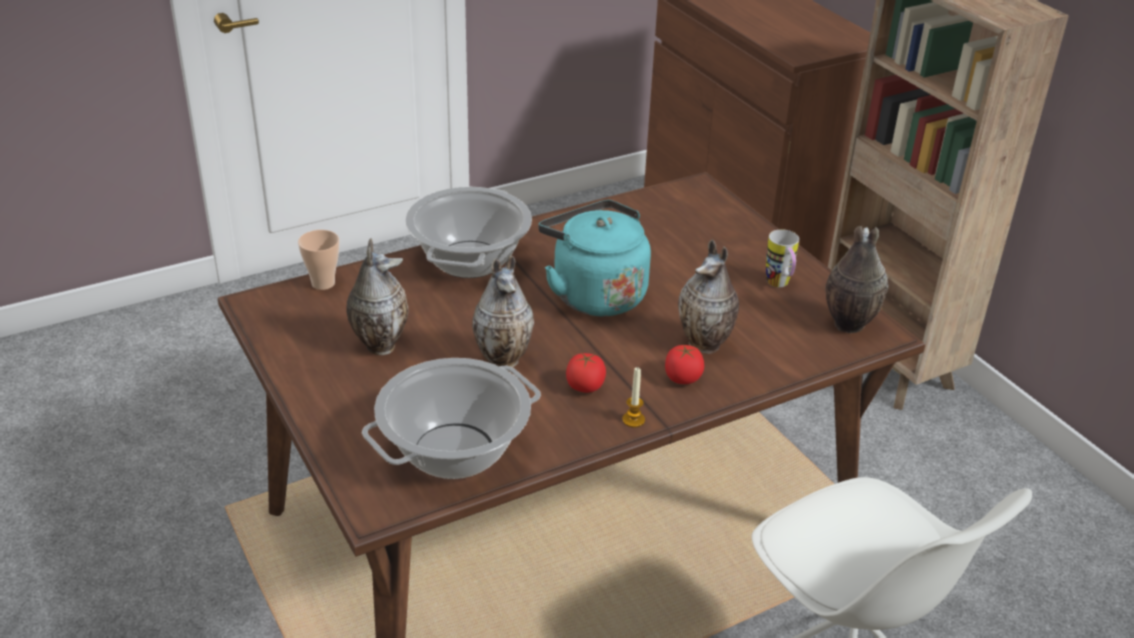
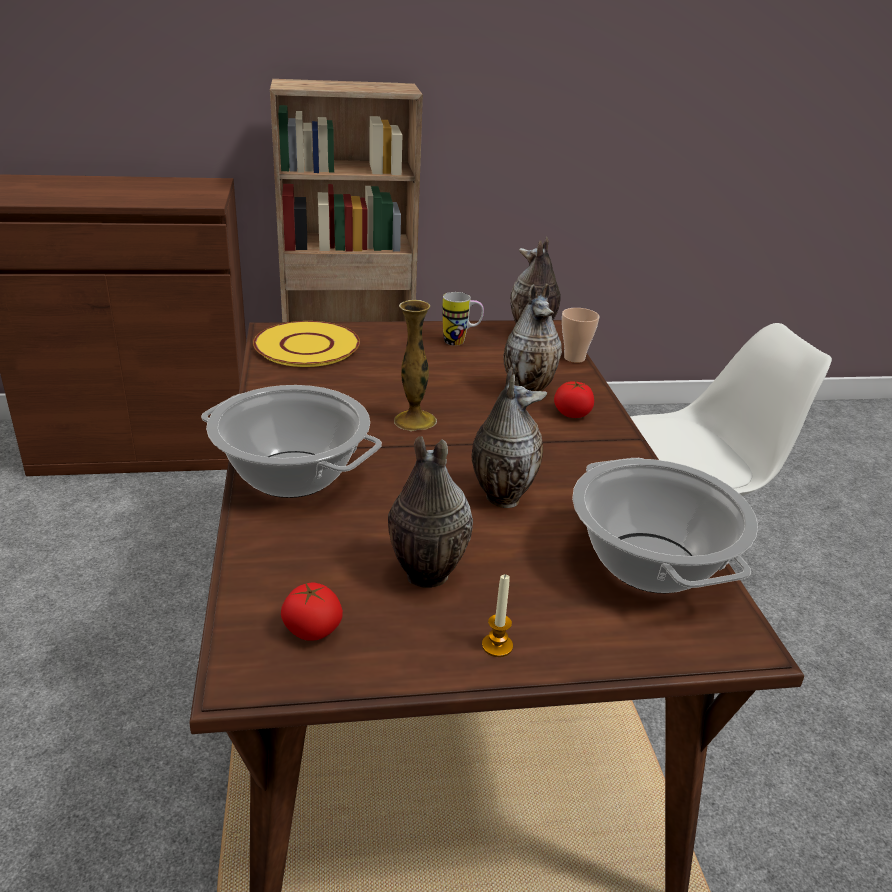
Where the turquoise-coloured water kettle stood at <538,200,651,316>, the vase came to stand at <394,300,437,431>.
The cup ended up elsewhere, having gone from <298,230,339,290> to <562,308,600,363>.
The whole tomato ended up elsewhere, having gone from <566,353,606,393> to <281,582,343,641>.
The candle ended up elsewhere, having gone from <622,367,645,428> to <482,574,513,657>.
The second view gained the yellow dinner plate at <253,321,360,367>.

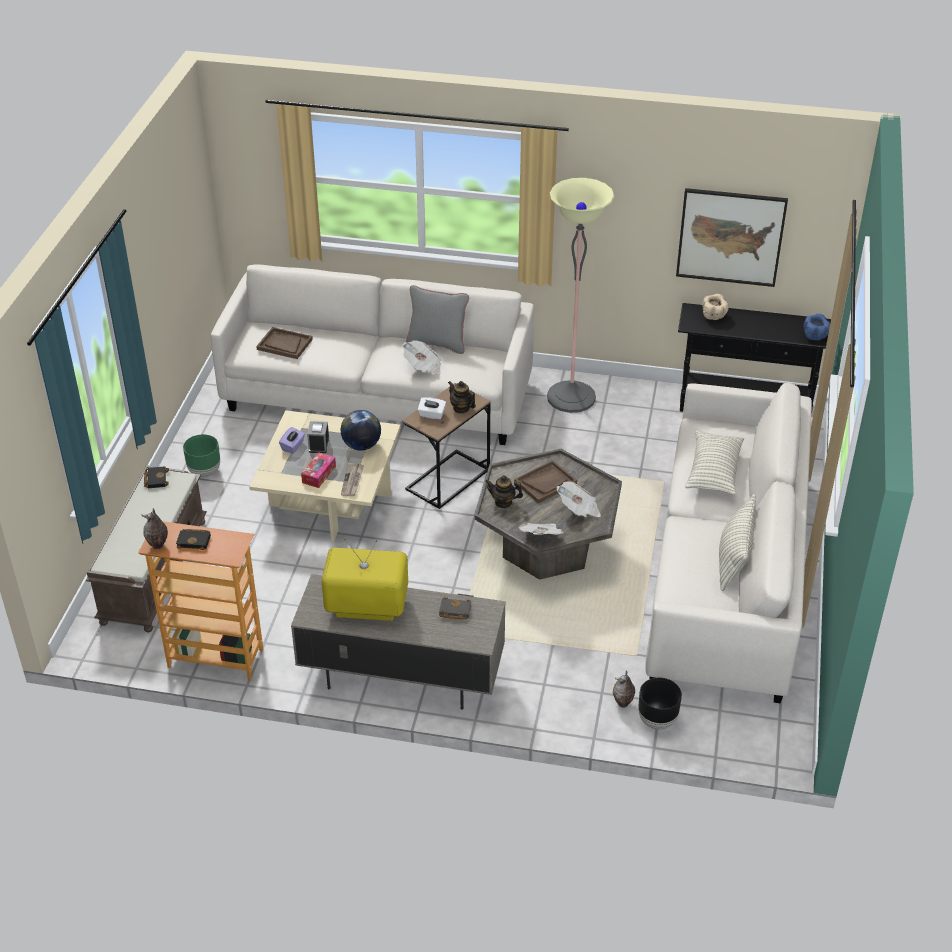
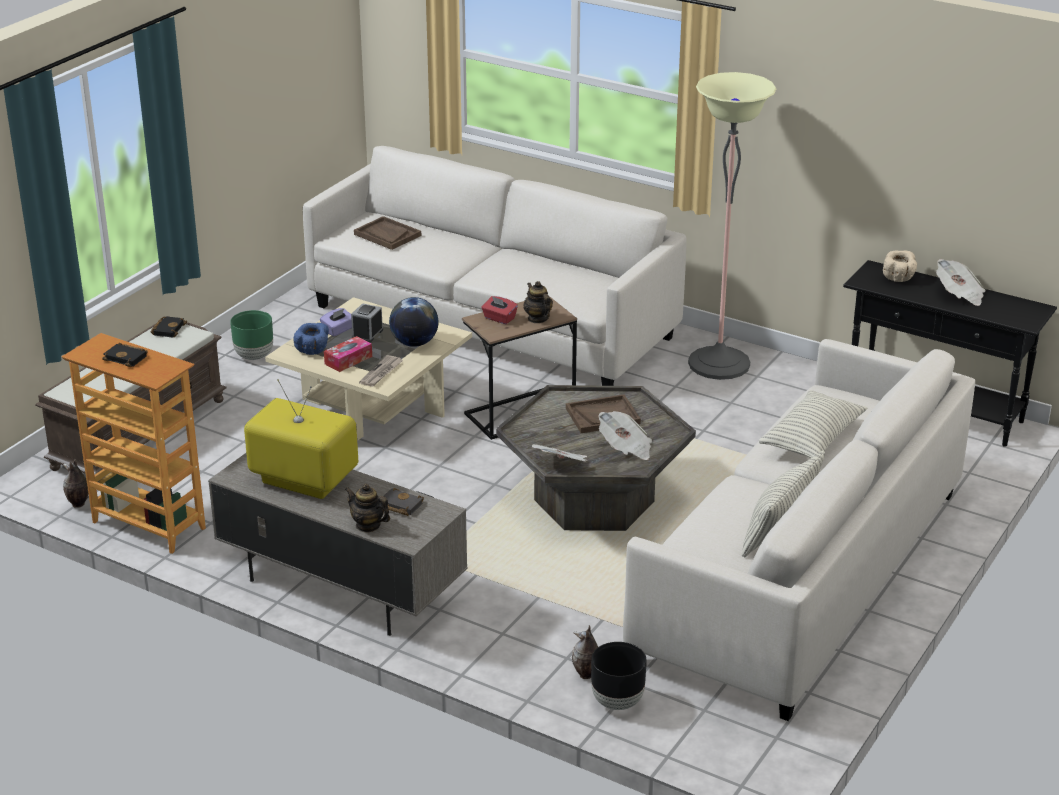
The second view lost the picture at <676,188,788,287>.
The second view lost the grey throw pillow at <406,285,469,354>.
The blue-coloured deep dish ended up elsewhere, having gone from <804,314,830,341> to <294,323,329,355>.
The printed paper ended up elsewhere, having gone from <402,340,442,375> to <936,259,986,306>.
What was the whitish box of tissues at <418,397,446,420> turned into the red box of tissues at <482,296,518,324>.
The pot for tea ended up elsewhere, having gone from <485,475,523,508> to <345,484,390,533>.
The vase ended up elsewhere, having gone from <142,508,168,549> to <63,459,89,508>.

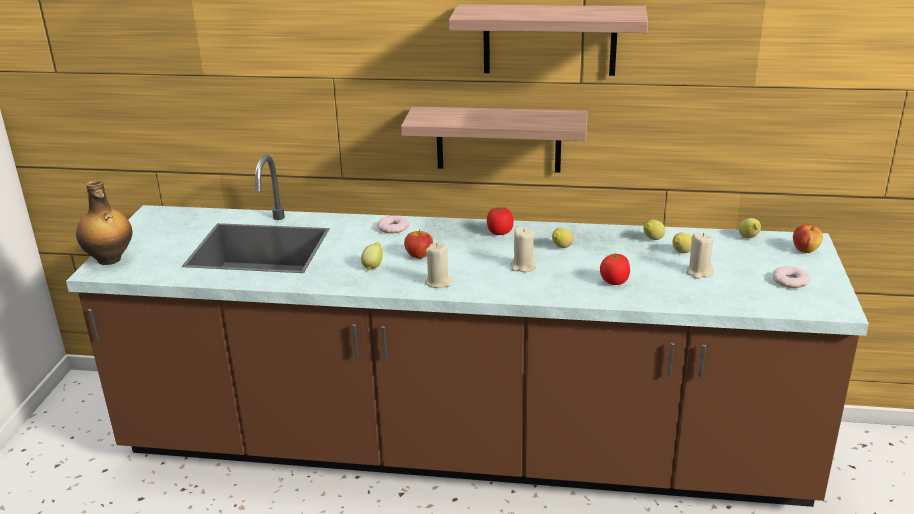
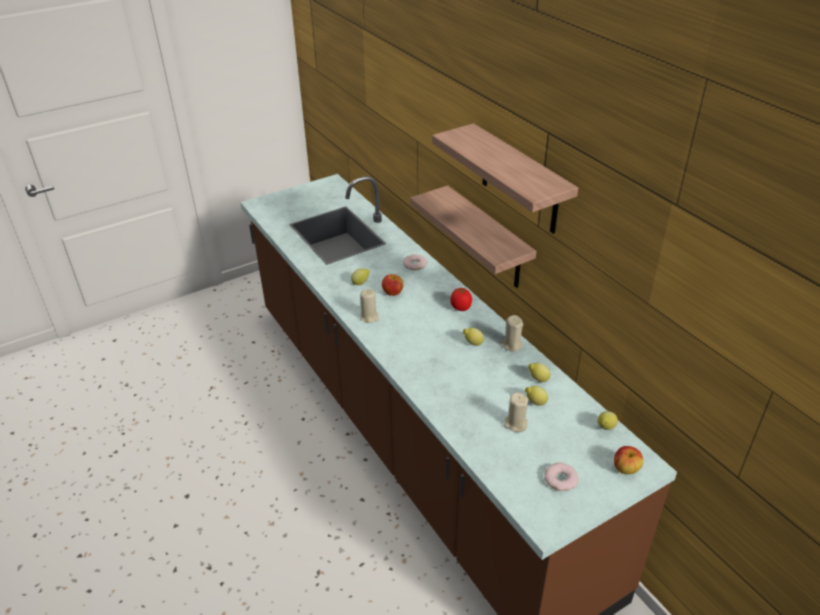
The second view lost the bottle at <76,180,132,265>.
The sand-coloured candle ended up elsewhere, having gone from <510,227,536,272> to <501,315,523,351>.
The second view lost the whole tomato at <600,254,630,285>.

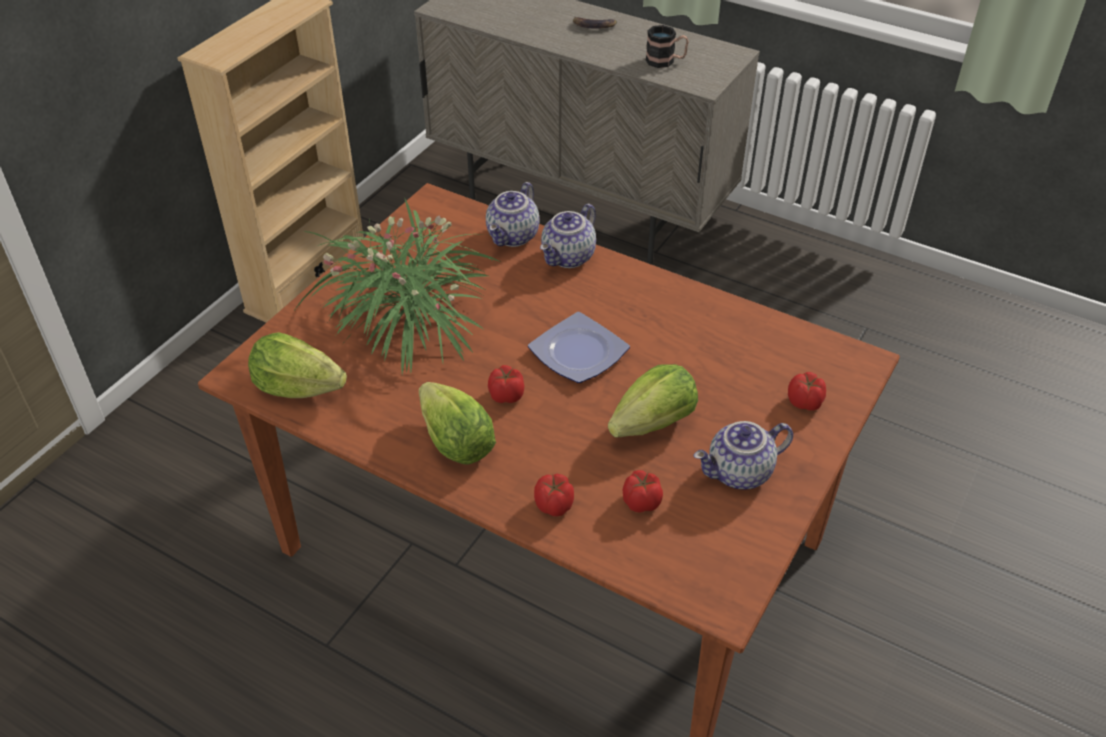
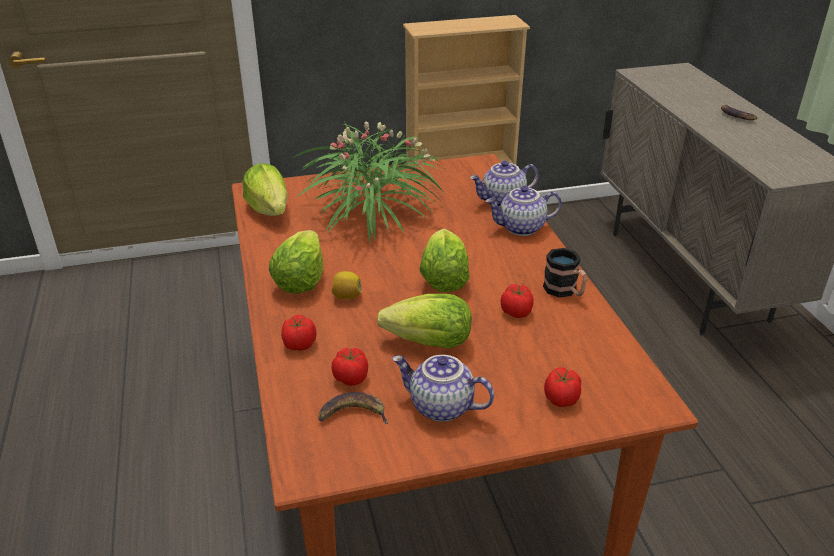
The tea mug ended up elsewhere, having gone from <645,25,689,68> to <543,248,587,297>.
Where the dinner plate stood at <528,312,630,383>, the head of lettuce came to stand at <420,228,470,292>.
The whole tomato ended up elsewhere, having gone from <488,365,524,403> to <500,284,533,318>.
The second view gained the lemon at <332,271,362,299>.
The second view gained the banana fruit at <318,392,388,424>.

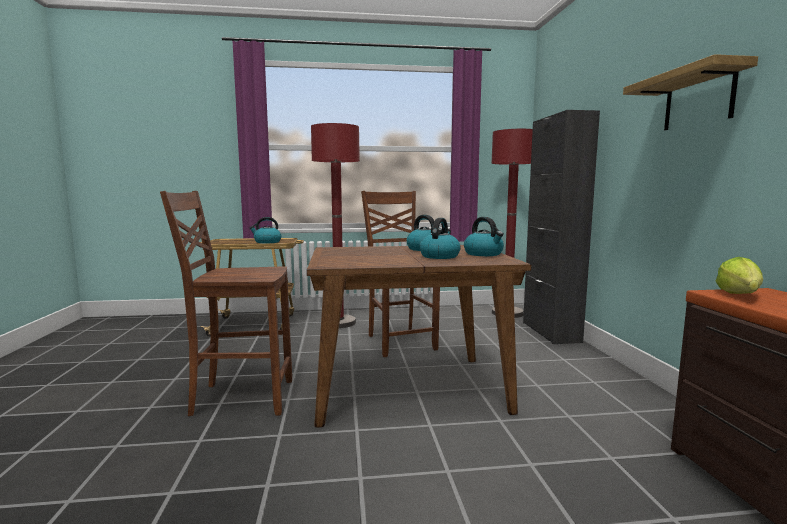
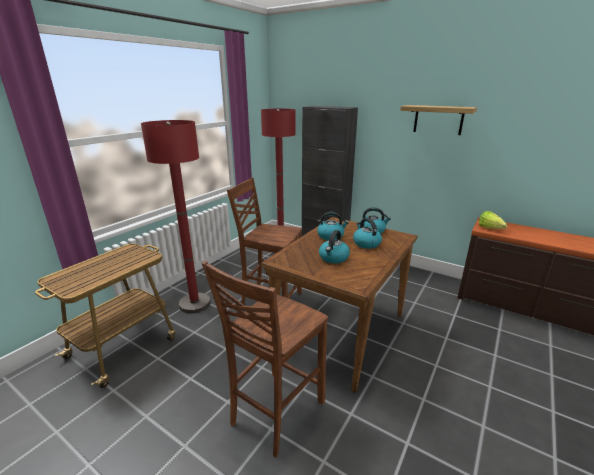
The water kettle ended up elsewhere, having gone from <249,217,281,244> to <319,230,350,264>.

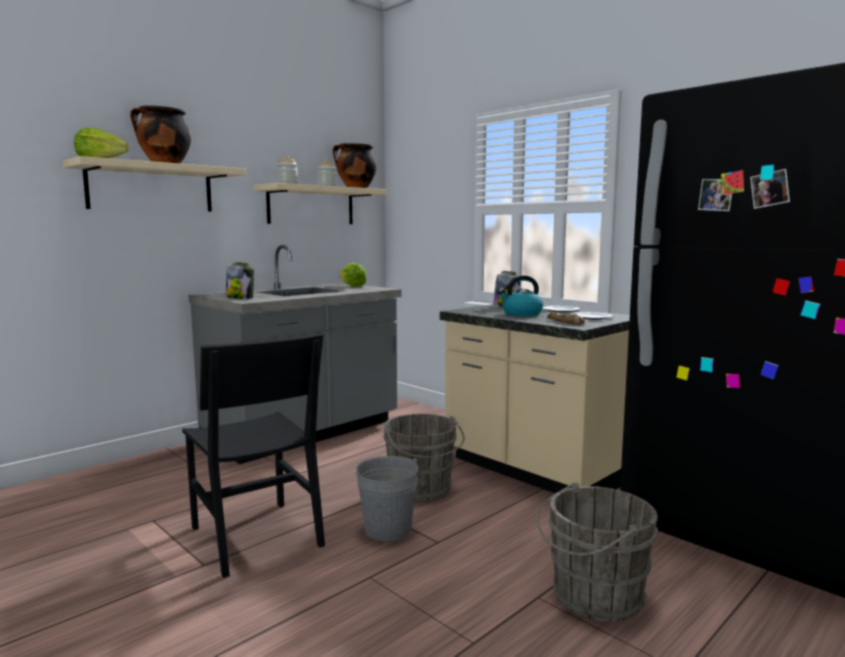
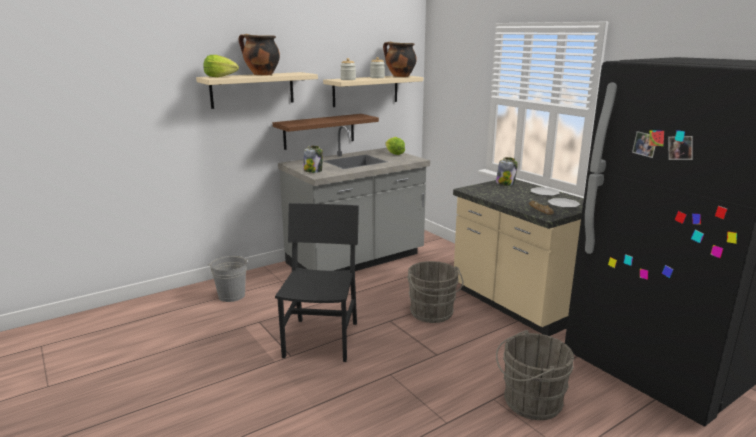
The second view lost the water kettle at <498,275,543,316>.
The blackish upright chair at <182,333,325,578> ended up facing another way, 150 degrees counterclockwise from before.
The grey pail ended up elsewhere, having gone from <353,456,418,541> to <208,256,248,302>.
The second view gained the brown-coloured shelf at <273,114,379,150>.

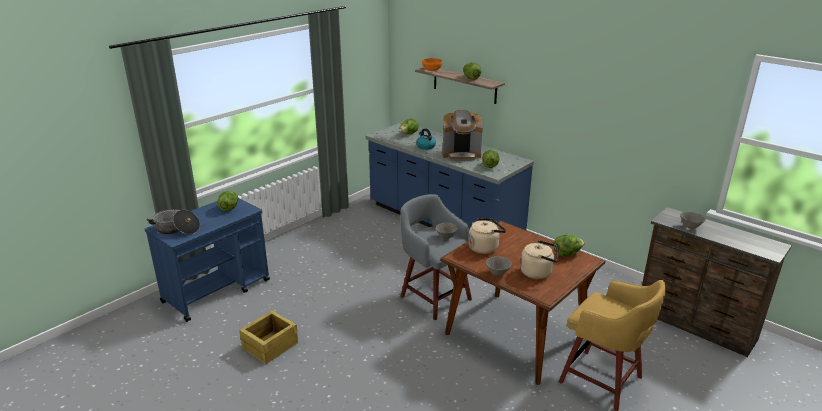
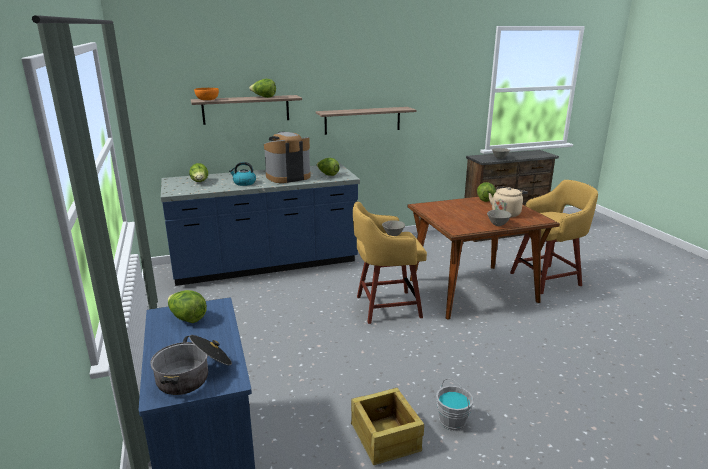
The coffee machine at <442,110,483,161> ended up facing another way, 150 degrees counterclockwise from before.
What was the grey stool seat at <400,194,472,320> turned into the yellow stool seat at <353,202,427,324>.
The second view lost the sand-coloured water kettle at <468,218,506,254>.
The second view gained the shelf at <316,107,417,135>.
The second view gained the grey pail at <436,378,474,431>.

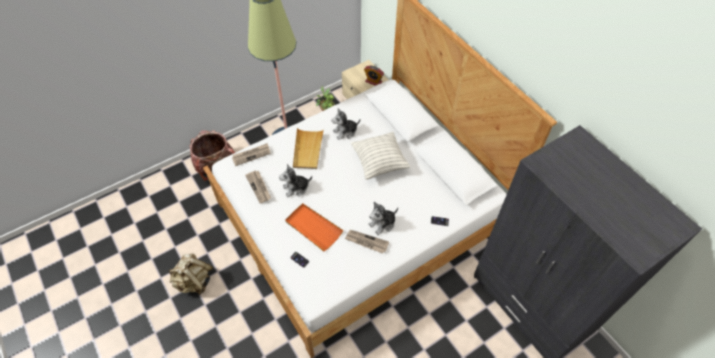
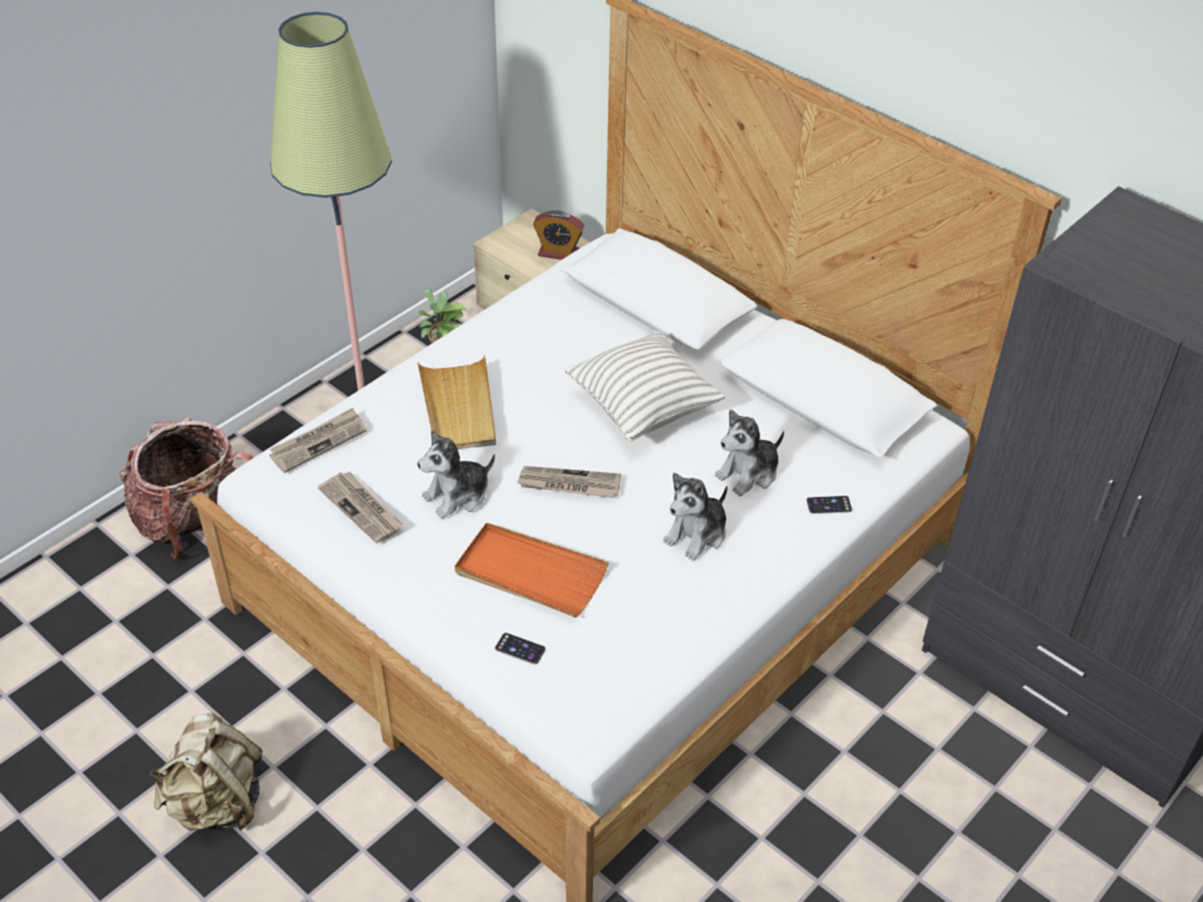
The cuddly toy ended up elsewhere, having gone from <331,108,360,140> to <715,409,784,496>.
The printed paper ended up elsewhere, having gone from <345,230,389,253> to <517,466,621,498>.

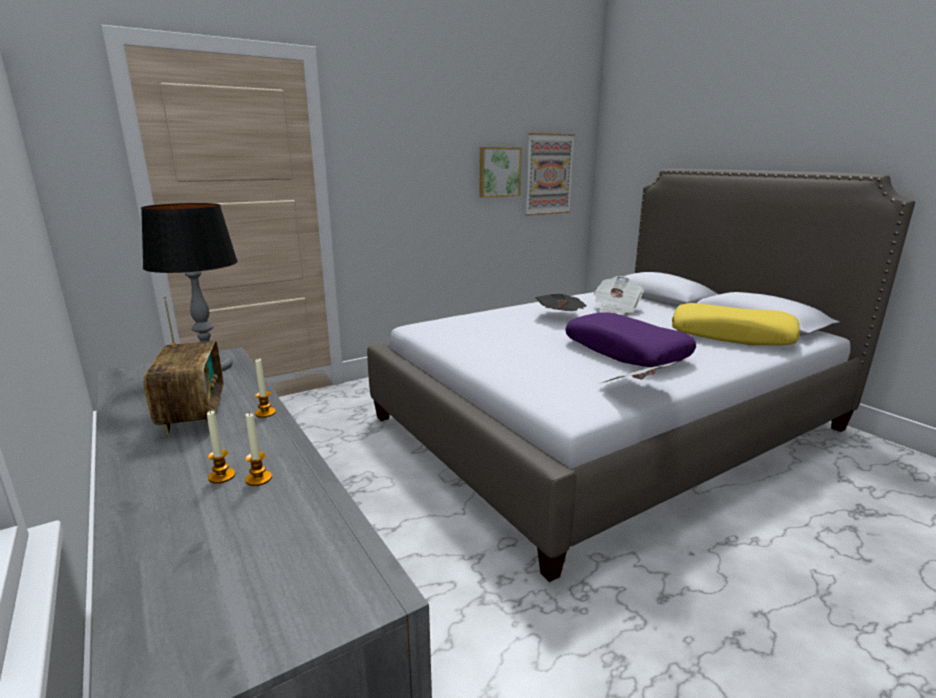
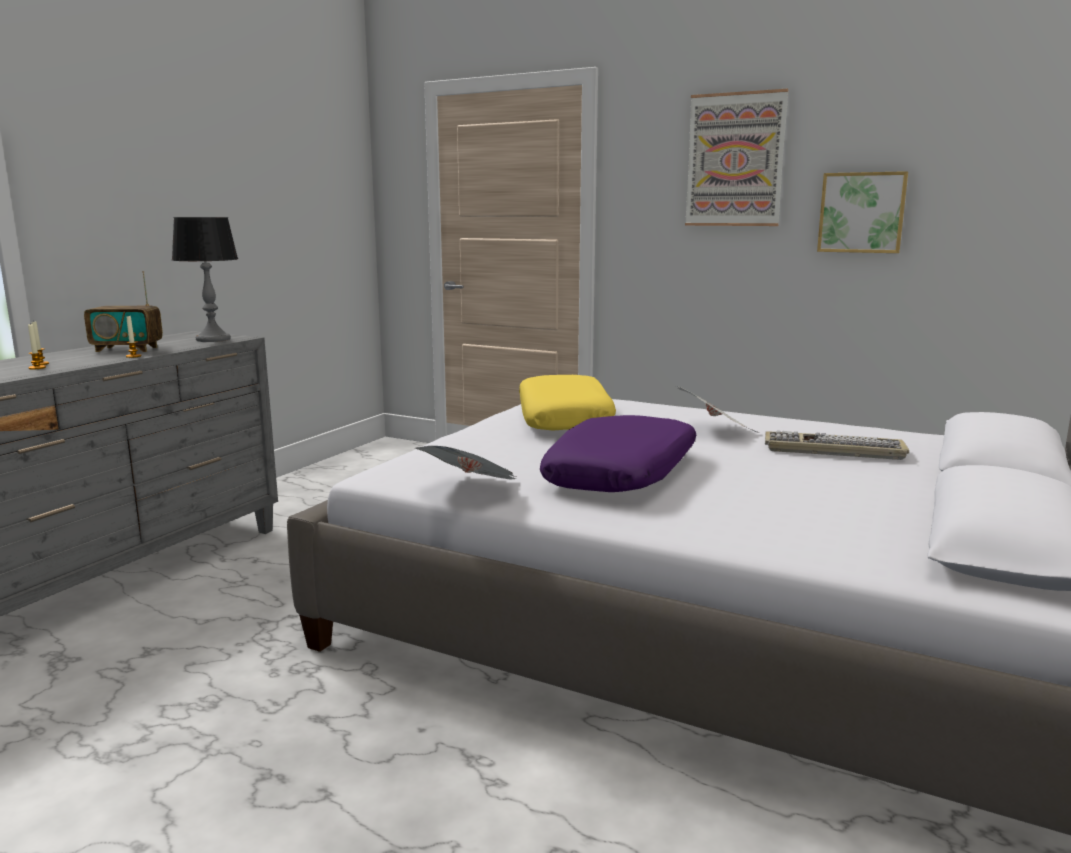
The picture ended up elsewhere, having gone from <525,133,575,216> to <685,89,789,226>.
Where the printed paper stood at <594,276,644,313>, the computer keyboard came to stand at <765,430,909,460>.
The radio at <144,296,223,434> ended up facing another way, 45 degrees clockwise from before.
The yellow throw pillow ended up elsewhere, having gone from <672,303,800,346> to <519,375,616,430>.

